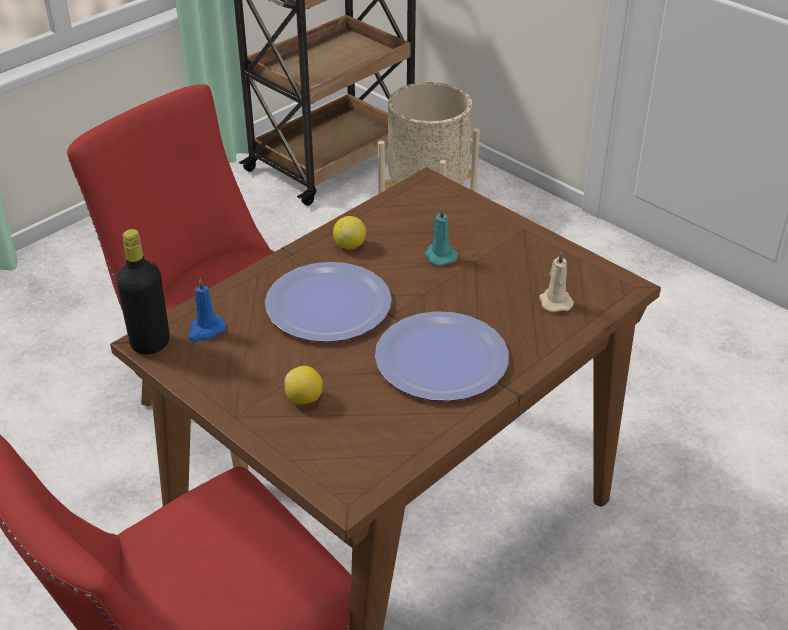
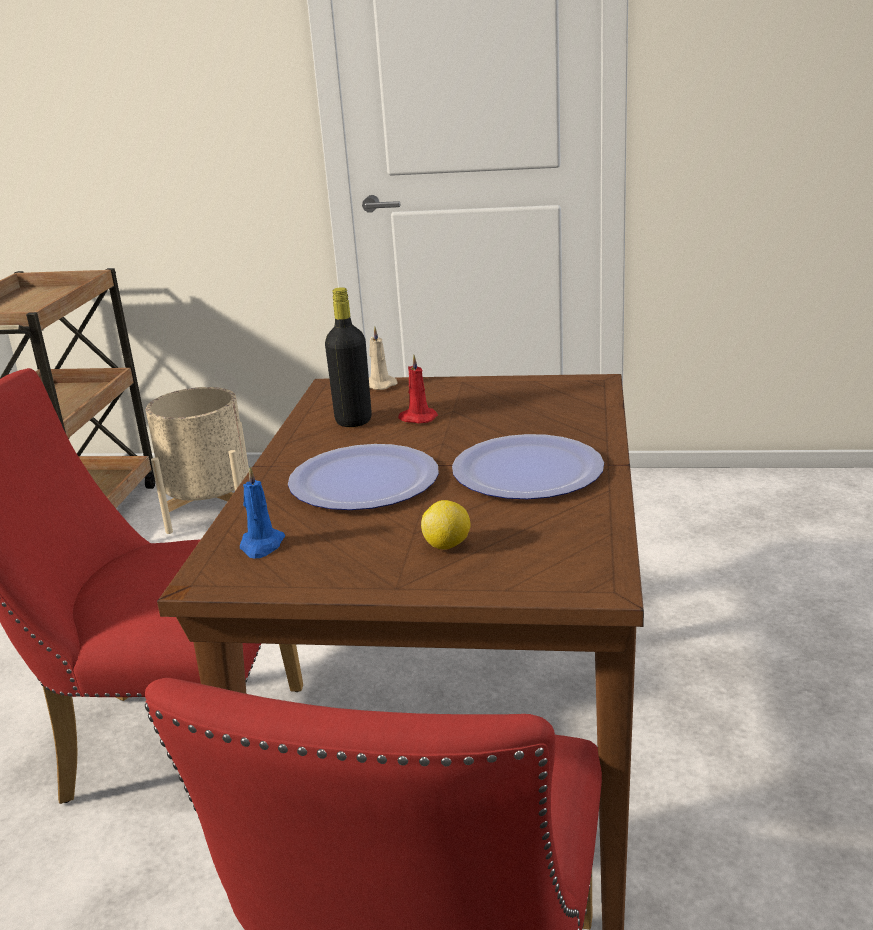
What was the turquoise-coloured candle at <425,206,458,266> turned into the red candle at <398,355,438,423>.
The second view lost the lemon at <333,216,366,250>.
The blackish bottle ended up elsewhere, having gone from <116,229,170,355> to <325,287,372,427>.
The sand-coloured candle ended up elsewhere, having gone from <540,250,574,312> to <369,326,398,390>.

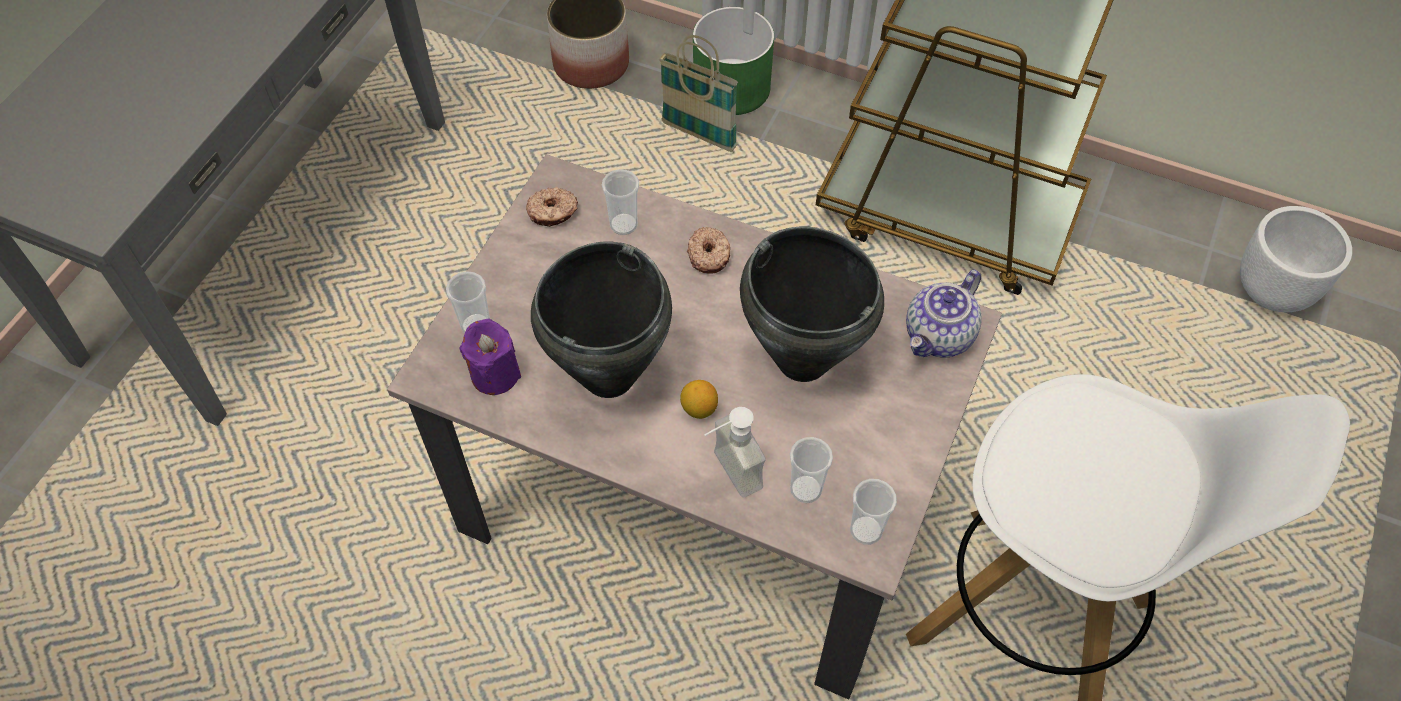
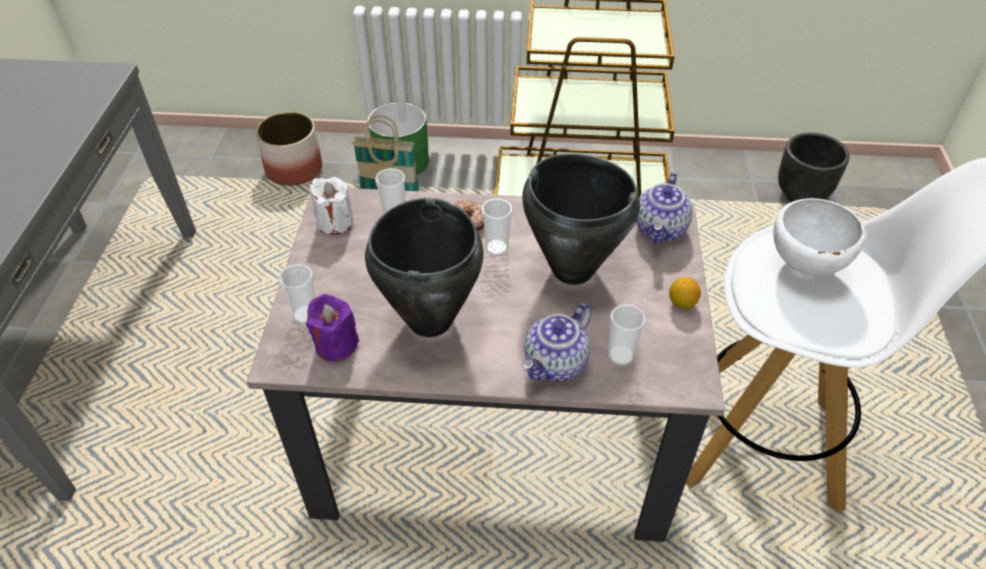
Where the ring doughnut stood at <526,187,578,227>, the whitish candle came to stand at <310,177,354,235>.
What was the whitish planter at <1240,206,1352,312> turned into the blackish planter at <778,132,850,202>.
The lemon ended up elsewhere, having gone from <680,380,718,419> to <669,277,701,309>.
Where the liquid soap bottle stood at <704,407,766,498>, the pot for tea came to stand at <522,303,591,381>.
The cup ended up elsewhere, having gone from <850,479,897,545> to <481,198,513,256>.
The second view gained the whitish deep dish at <774,198,866,276>.

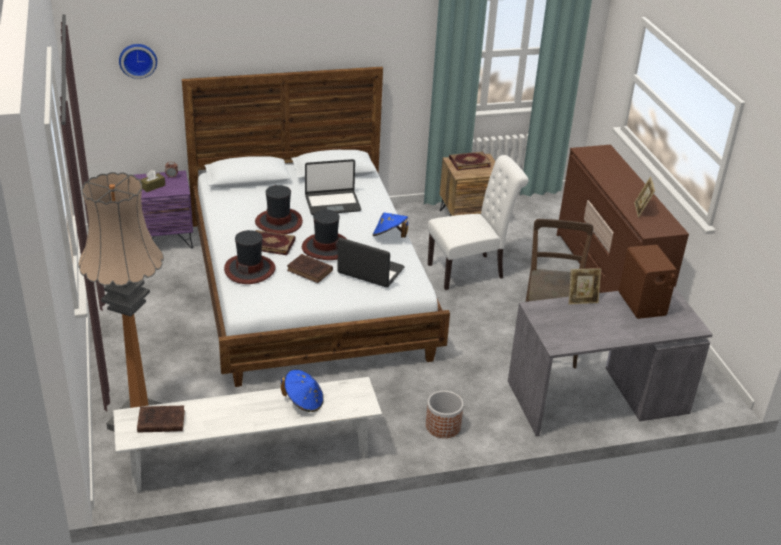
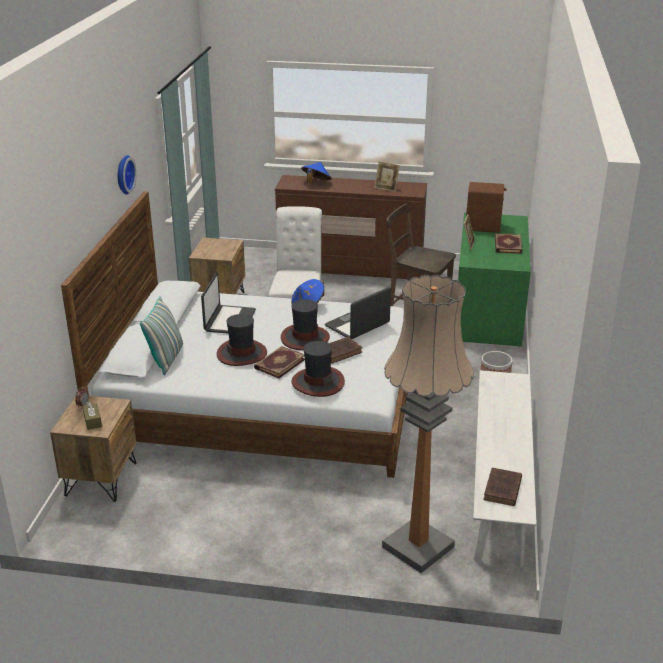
The hanging clock ended up elsewhere, having gone from <119,44,157,79> to <118,155,137,194>.
The bound book ended up elsewhere, having gone from <449,151,491,171> to <495,234,522,254>.
What was the purplish nightstand at <134,170,193,248> turned into the brown-coloured nightstand at <50,396,136,502>.
What was the grey desk table at <508,286,713,436> turned into the greenish desk table at <458,212,531,347>.
The blue-coloured clothing hat ended up elsewhere, having gone from <281,370,324,412> to <301,162,332,183>.
The second view gained the throw pillow at <140,296,183,375>.

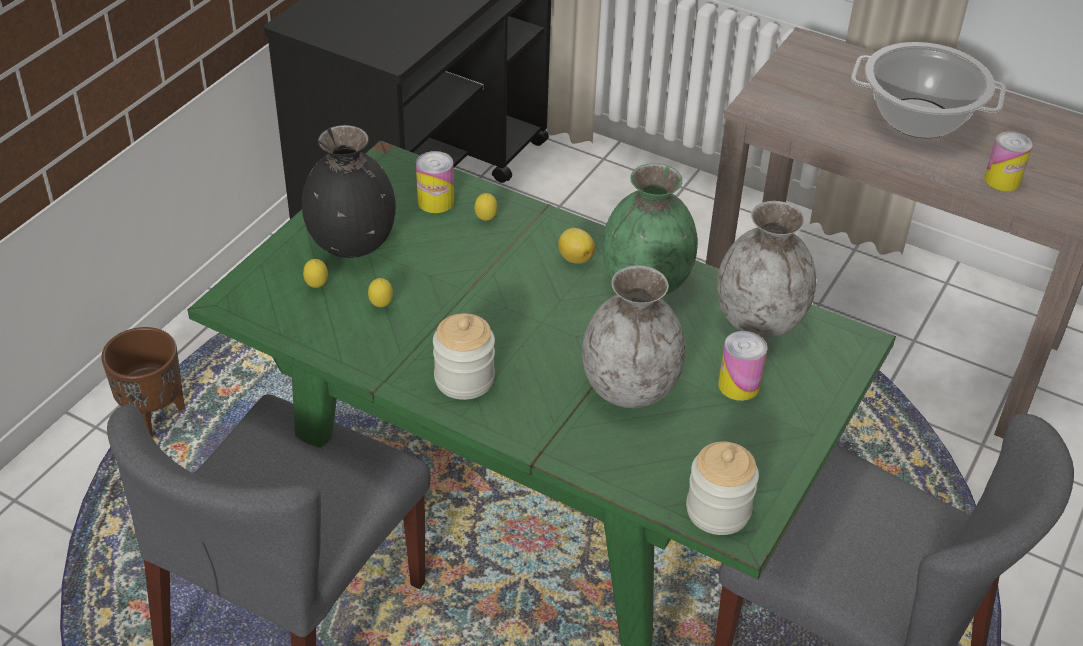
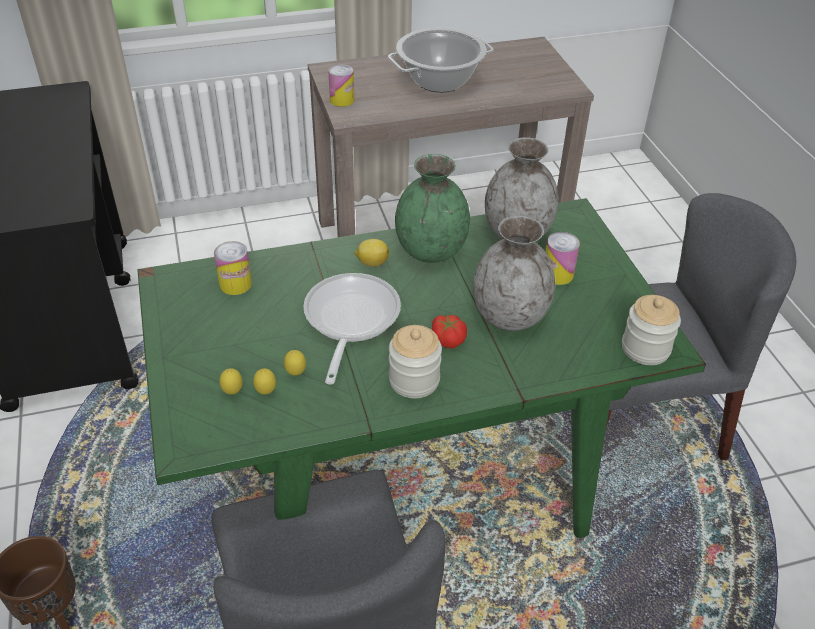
The second view lost the blackish vase at <302,125,396,258>.
The sealed can ended up elsewhere, having gone from <984,131,1033,191> to <328,64,355,107>.
The lemon ended up elsewhere, having gone from <475,193,498,221> to <253,368,276,395>.
The second view gained the skillet at <303,273,401,384>.
The second view gained the whole tomato at <432,314,467,348>.

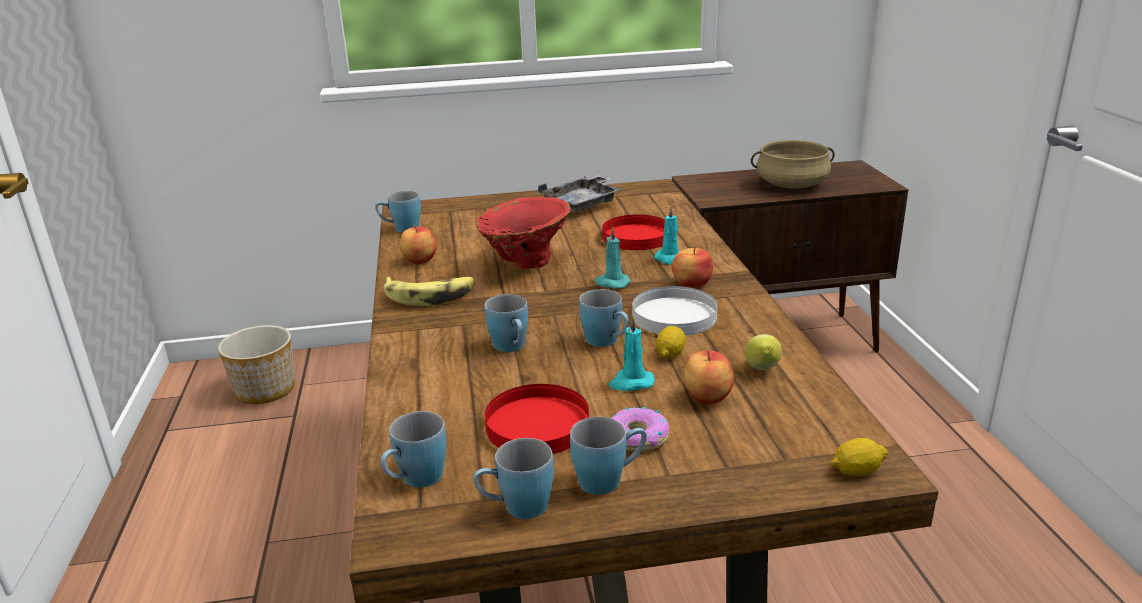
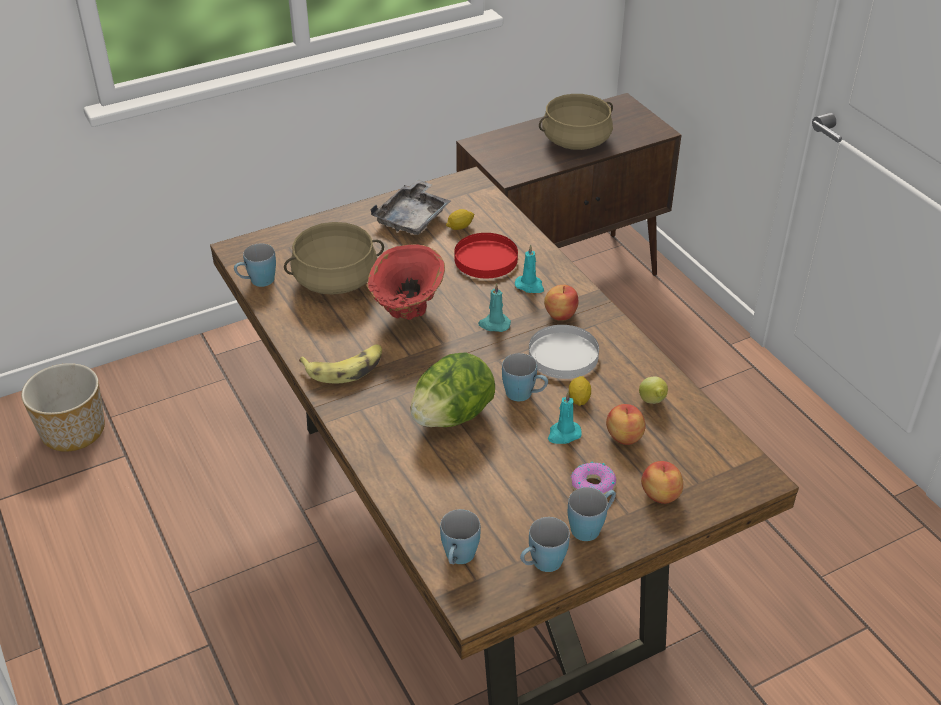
The apple fruit ended up elsewhere, having gone from <400,225,437,264> to <641,461,683,504>.
Where the blue-coloured tea mug stood at <485,294,528,352>, the head of lettuce came to stand at <411,353,495,427>.
The second view lost the red dinner plate at <485,384,589,454>.
The lemon ended up elsewhere, having gone from <830,438,889,476> to <446,209,474,230>.
The second view gained the sand-coloured cooking pot at <284,222,384,295>.

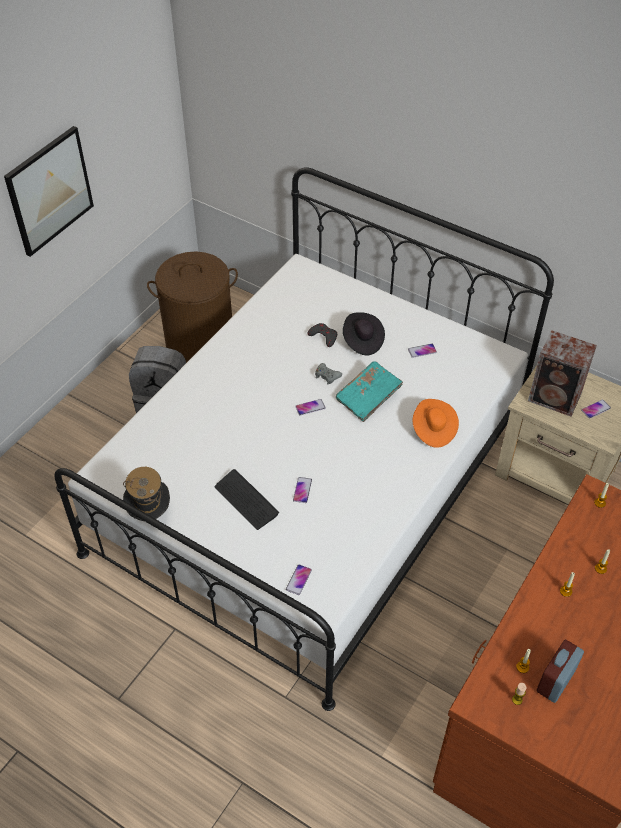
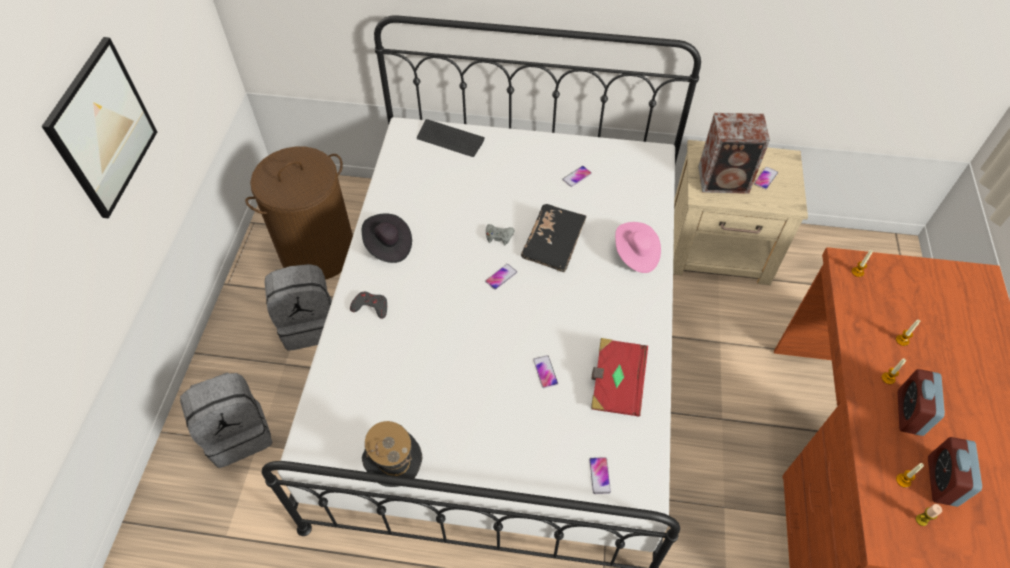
The blackish clothing hat ended up elsewhere, having gone from <343,312,385,355> to <362,214,412,263>.
The grey game controller ended up elsewhere, having gone from <307,323,337,347> to <350,292,387,319>.
What was the turquoise-coloured bound book at <336,361,403,422> turned into the blackish bound book at <521,204,587,272>.
What was the orange-coloured clothing hat at <413,399,459,448> turned into the pink clothing hat at <615,222,661,273>.
The computer keyboard ended up elsewhere, having gone from <215,469,279,530> to <417,119,485,157>.
The second view gained the red bound book at <591,338,648,416>.
The second view gained the bedside clock at <898,369,945,436>.
The second view gained the grey backpack at <180,373,272,468>.

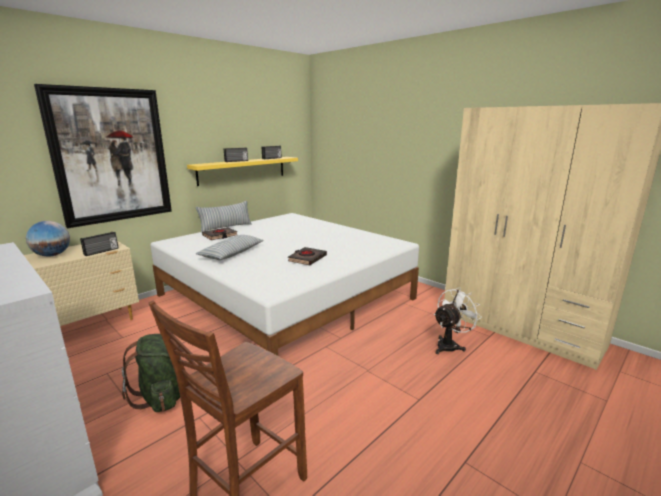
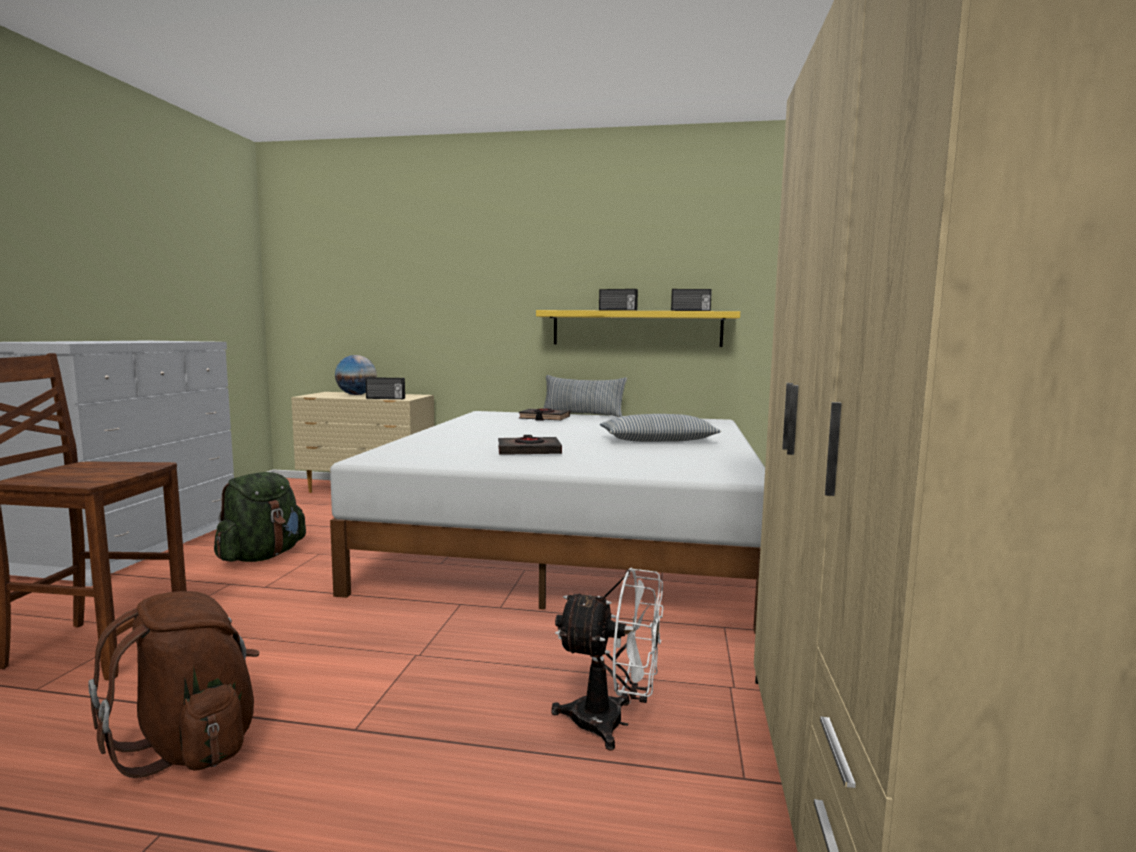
The second view lost the picture at <34,84,172,228>.
The throw pillow ended up elsewhere, having gone from <196,235,264,260> to <600,414,722,442>.
The second view gained the brown-coloured backpack at <88,591,259,778>.

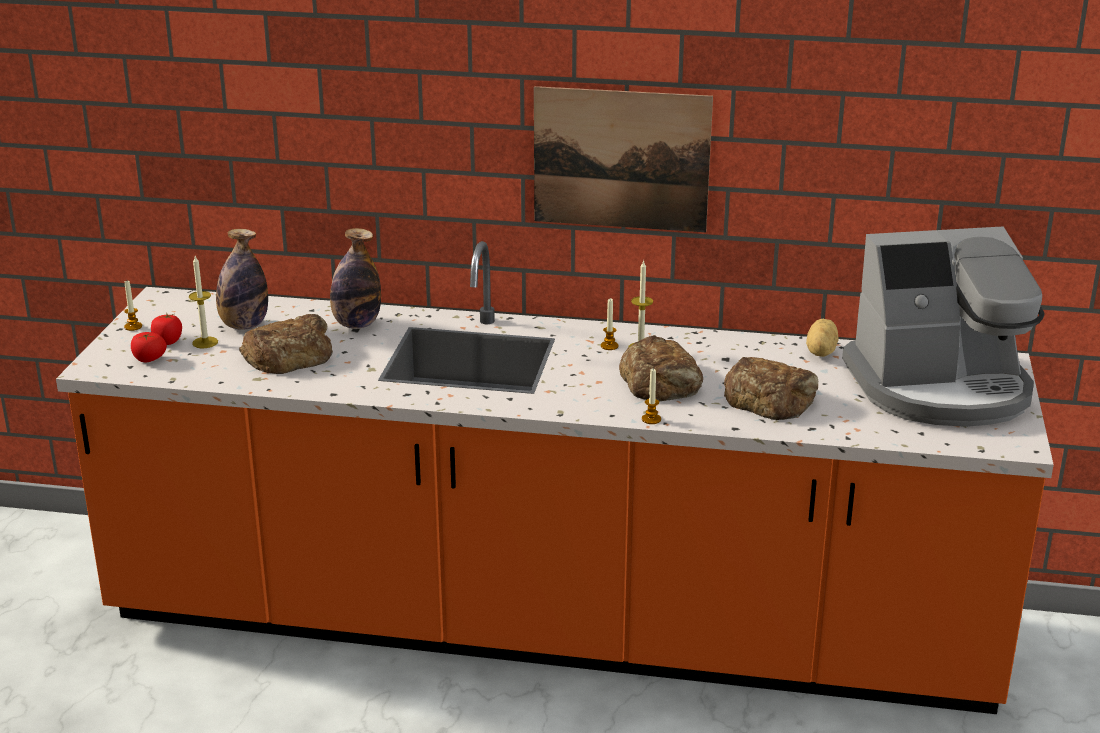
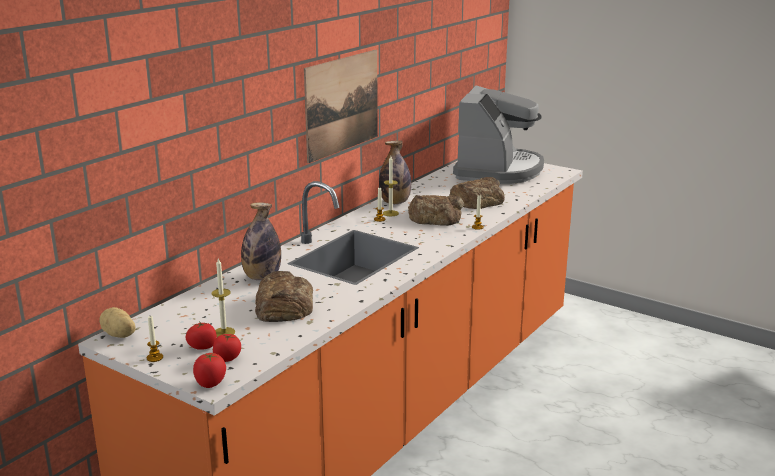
The bottle ended up elsewhere, having gone from <216,229,268,330> to <379,140,411,204>.
The spud ended up elsewhere, having gone from <806,319,839,357> to <99,307,136,338>.
The second view gained the whole tomato at <193,353,226,388>.

